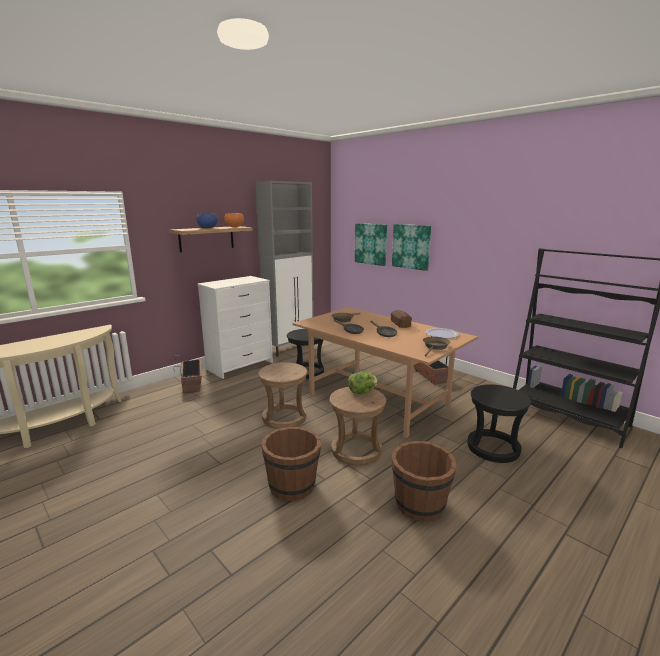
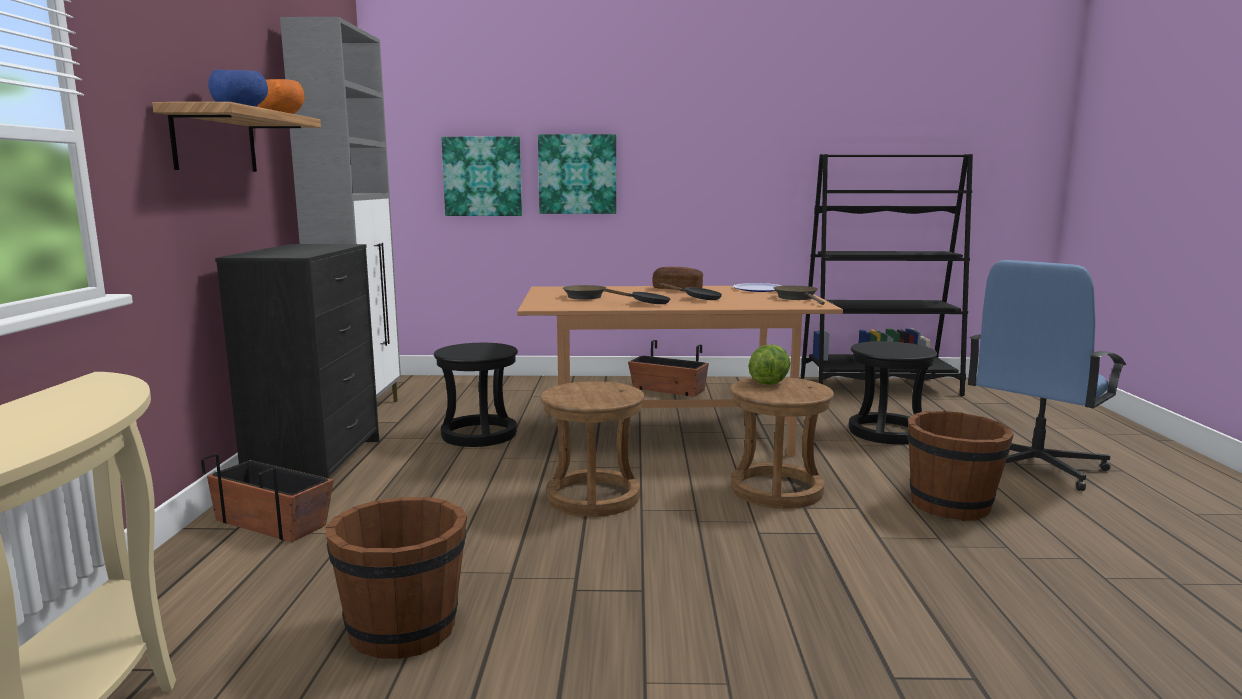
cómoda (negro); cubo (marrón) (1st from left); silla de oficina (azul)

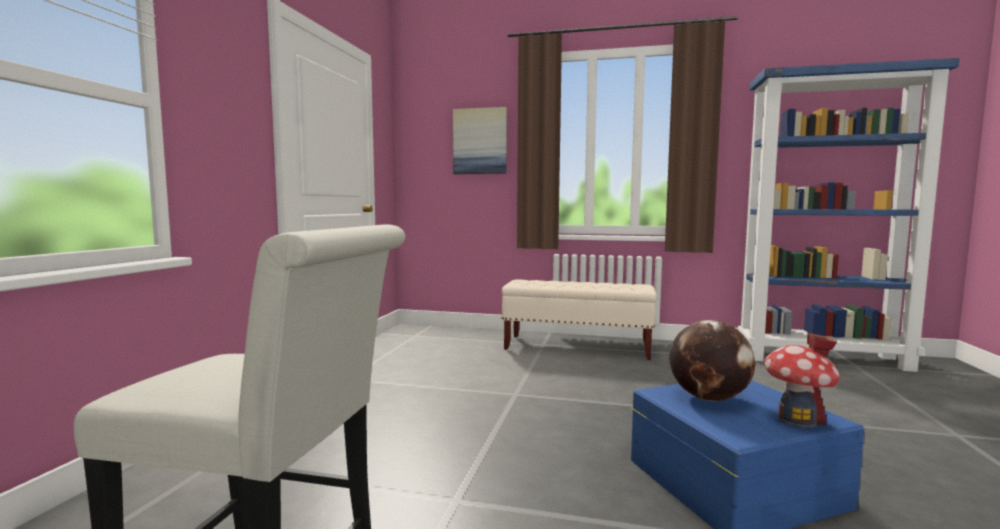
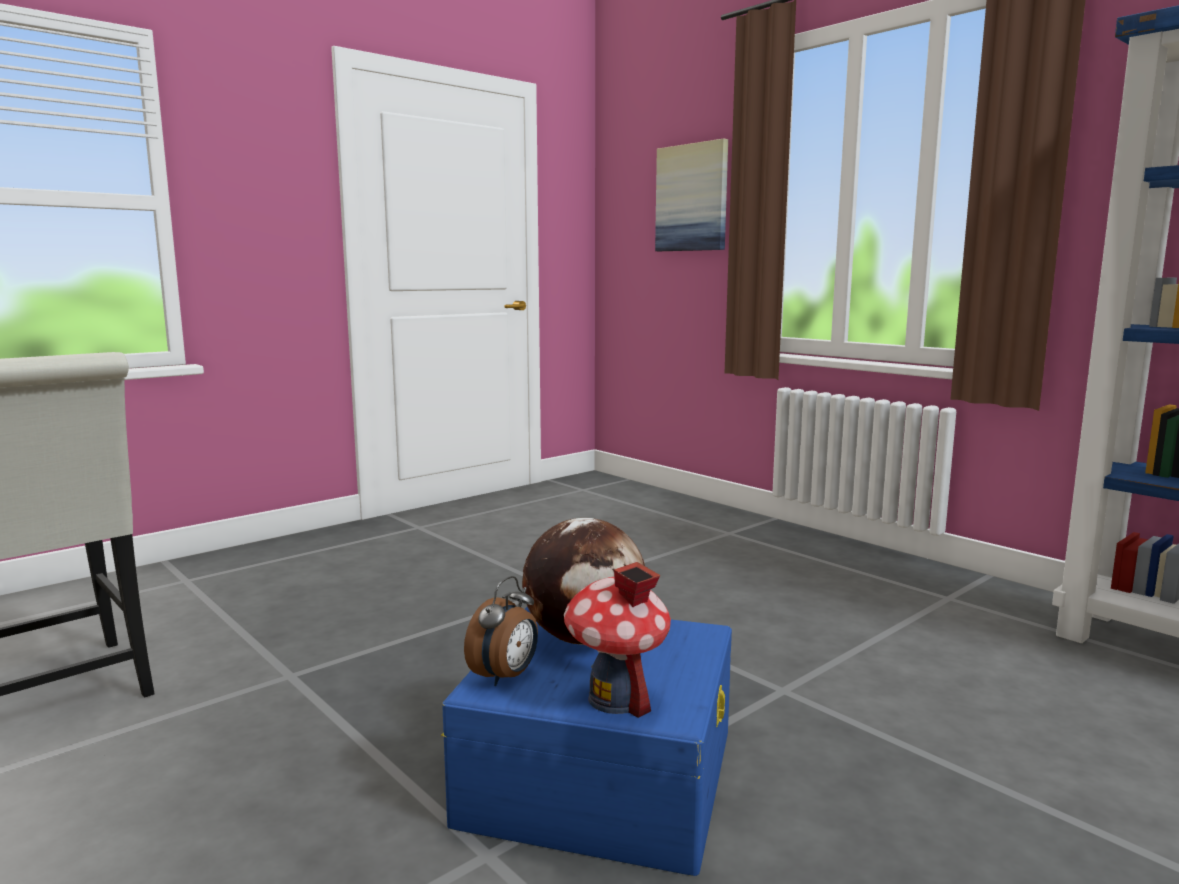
despertador; banco (beis)

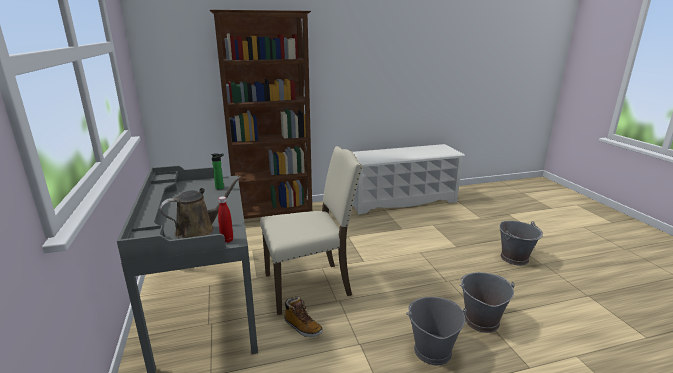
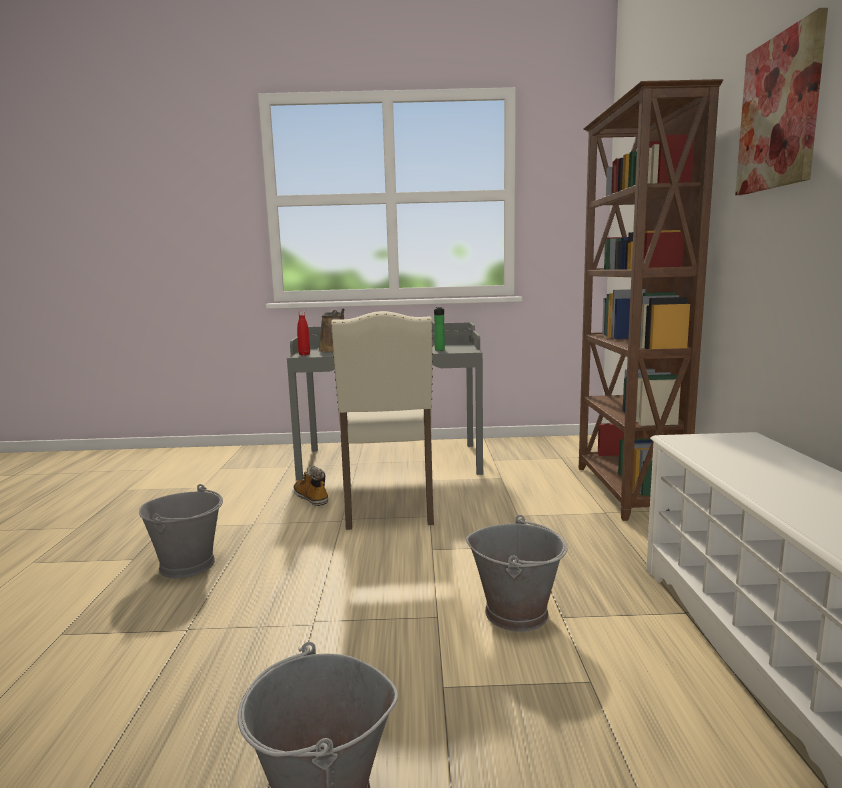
bota; cubo (gris) (3rd from left); cuadro

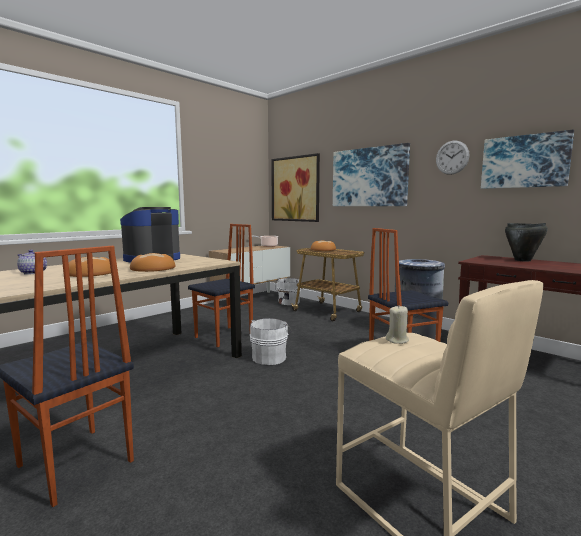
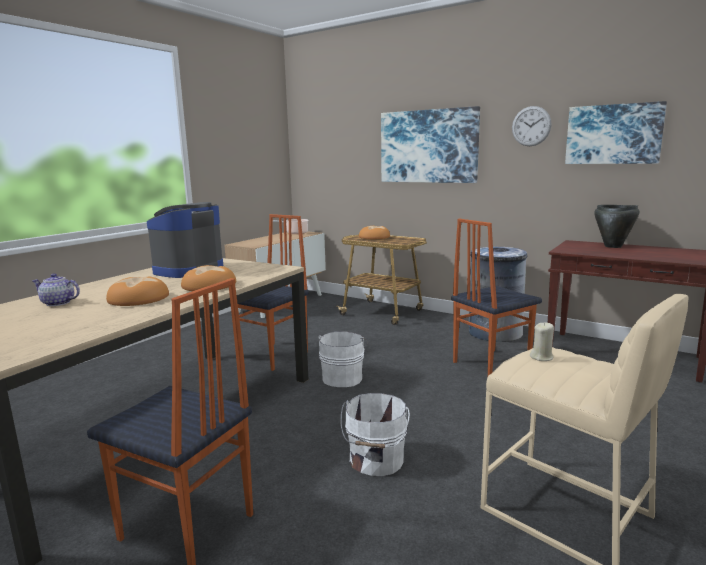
cubo (blanco) (2nd from left); cuadro (1st from left in the first image)

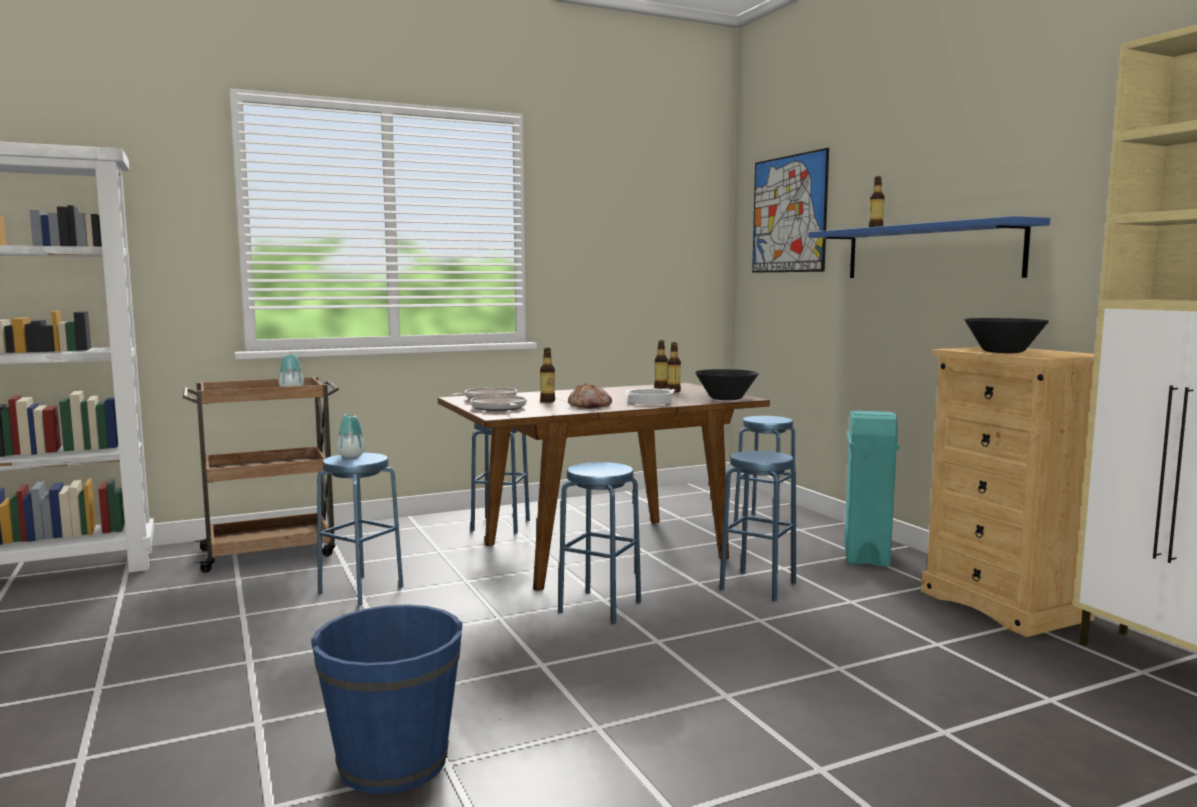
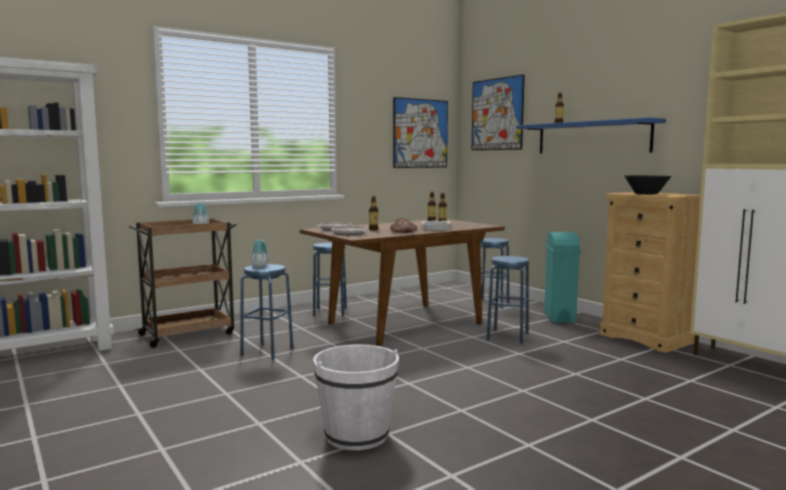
cubo (blanco); cuadro (1st from left); taburete (azul) (3rd from left in the first image); cuenco (negro) (1st from left in the first image)

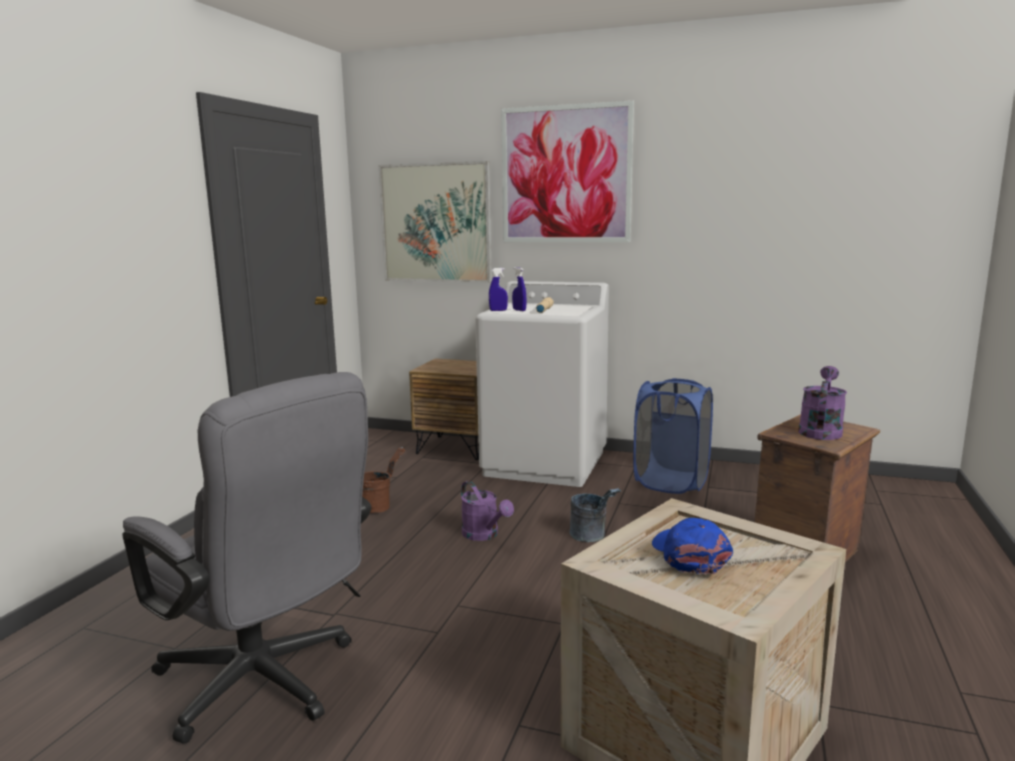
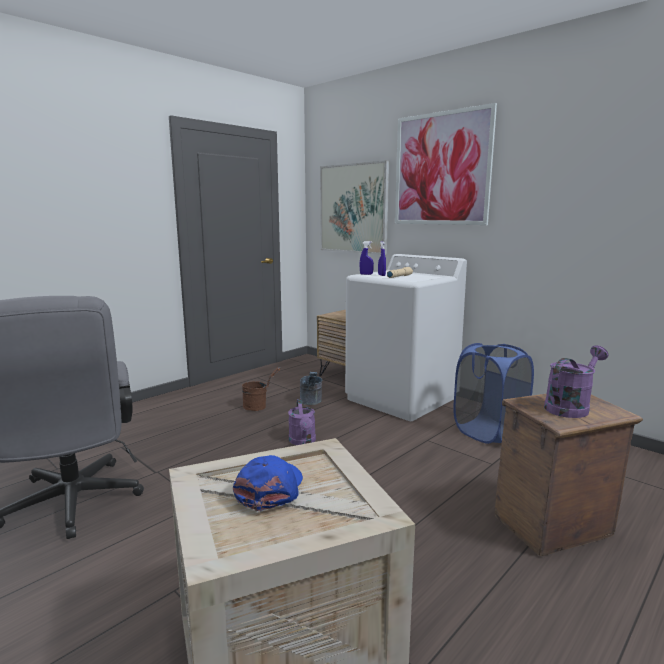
cubo (gris)

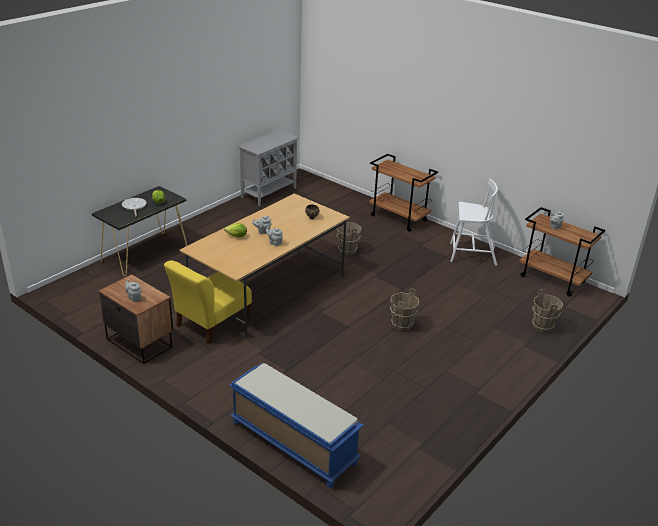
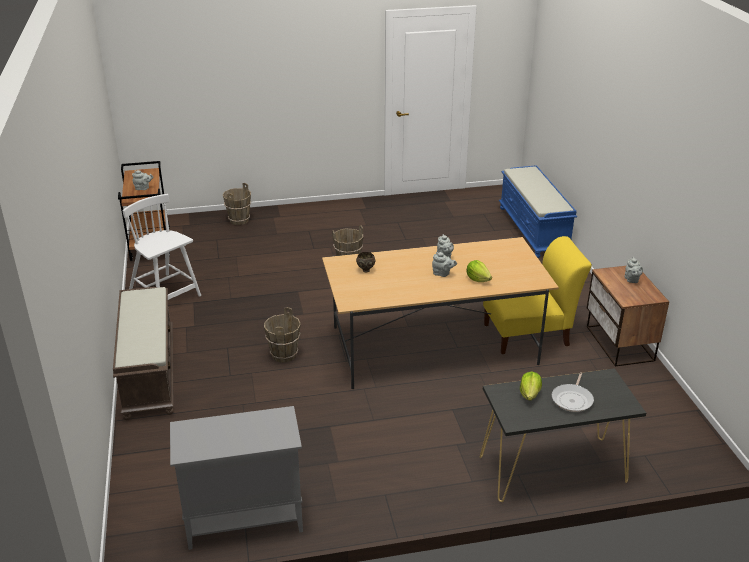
banco (marrón)

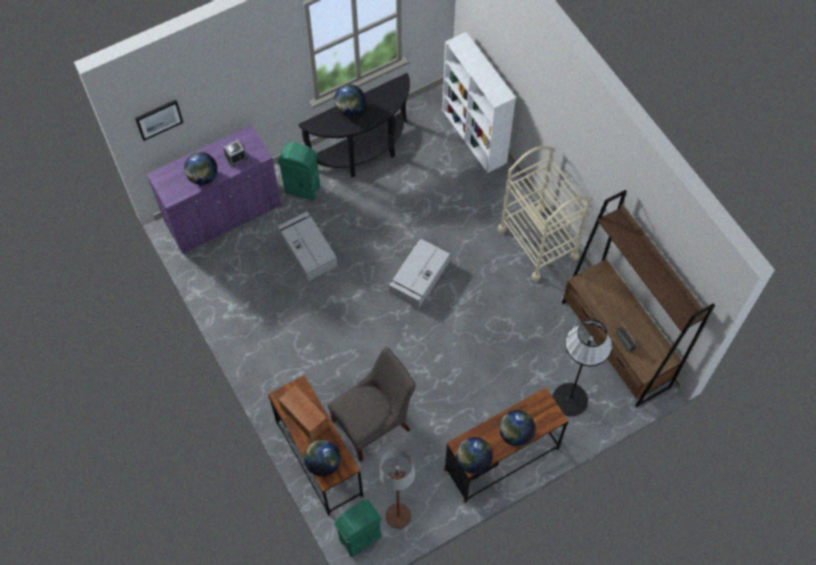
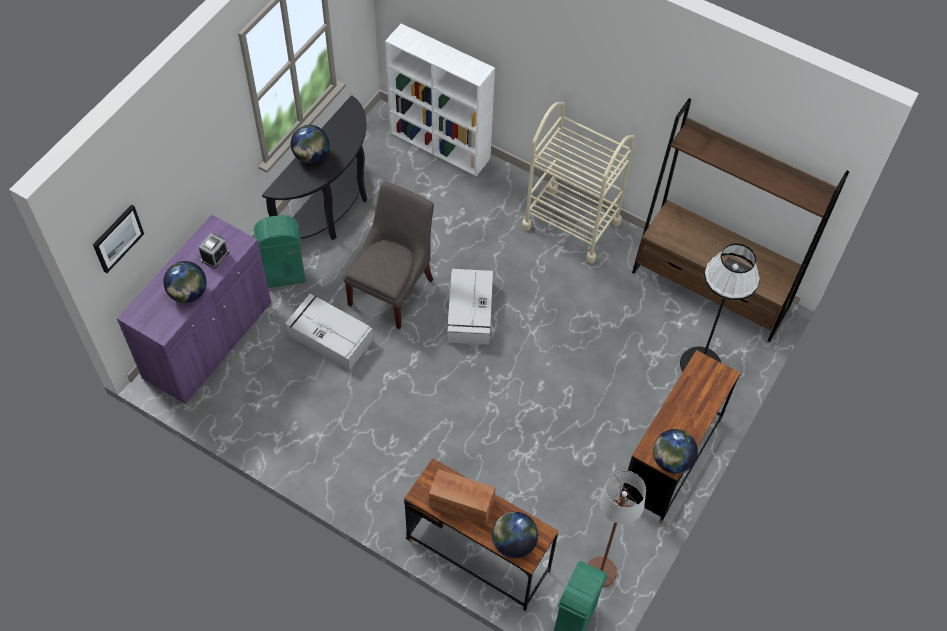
silla (gris); globo terráqueo (5th from left in the first image)

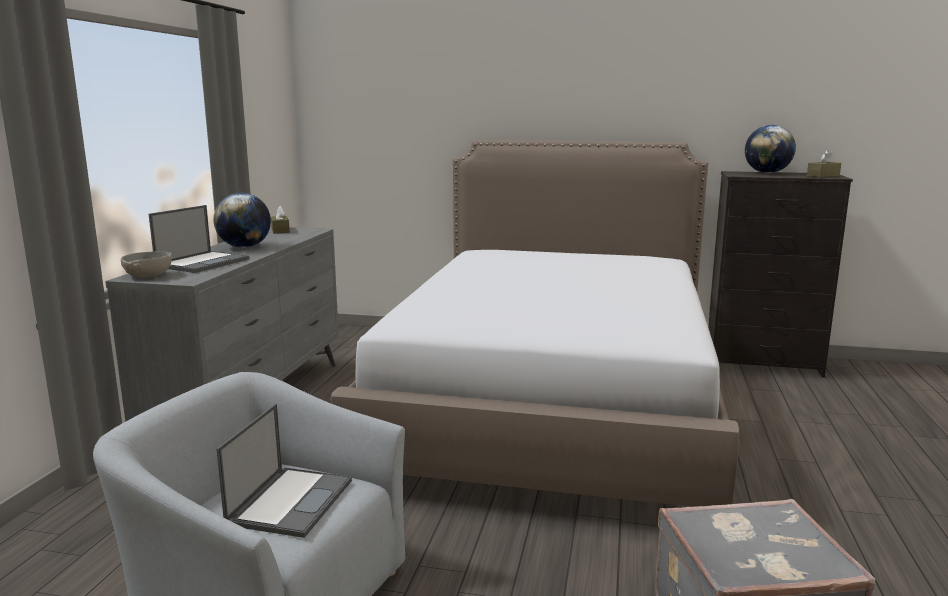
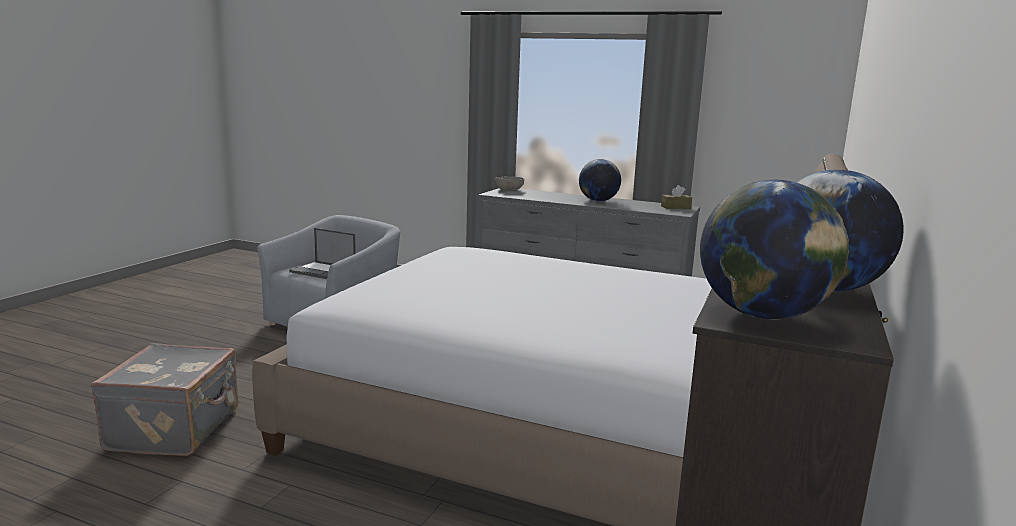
globo terráqueo (2nd from left); portátil (1st from left in the first image)

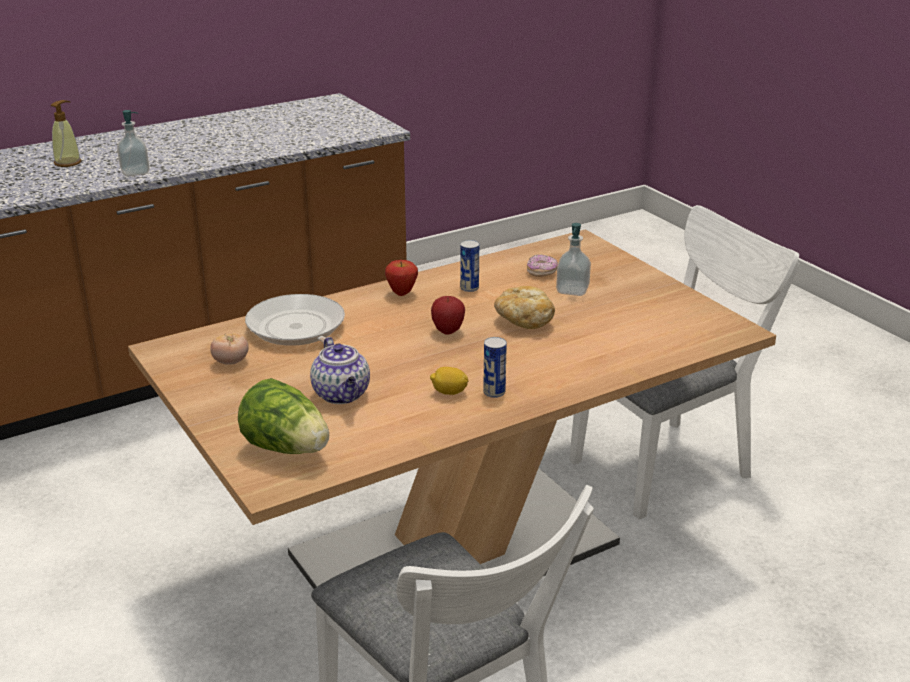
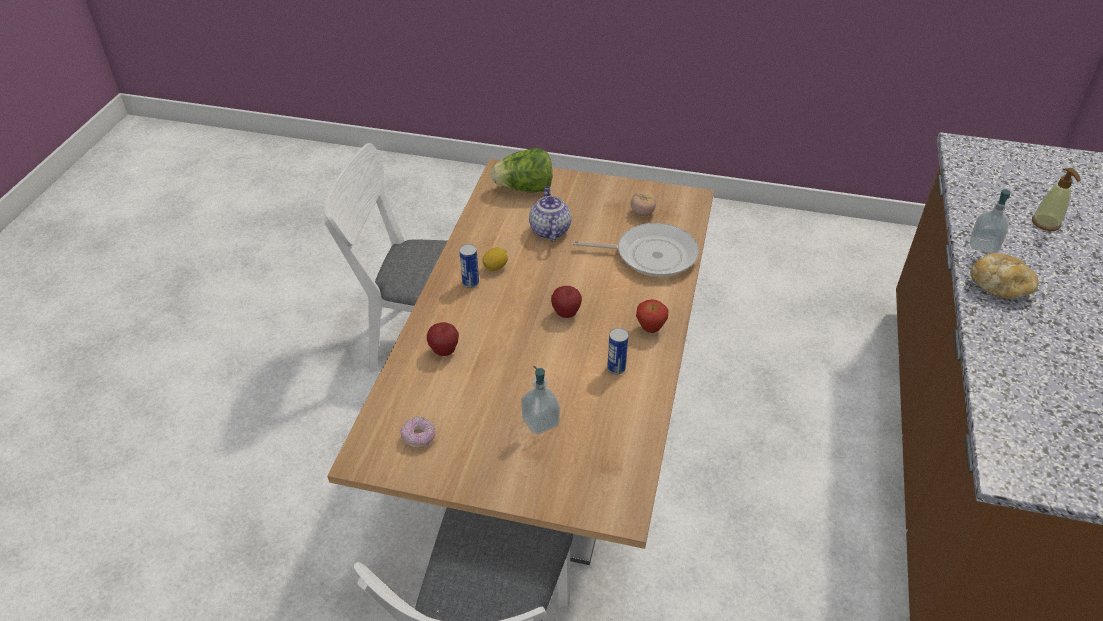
rosquilla; manzana (1st from left); tetera; pan

